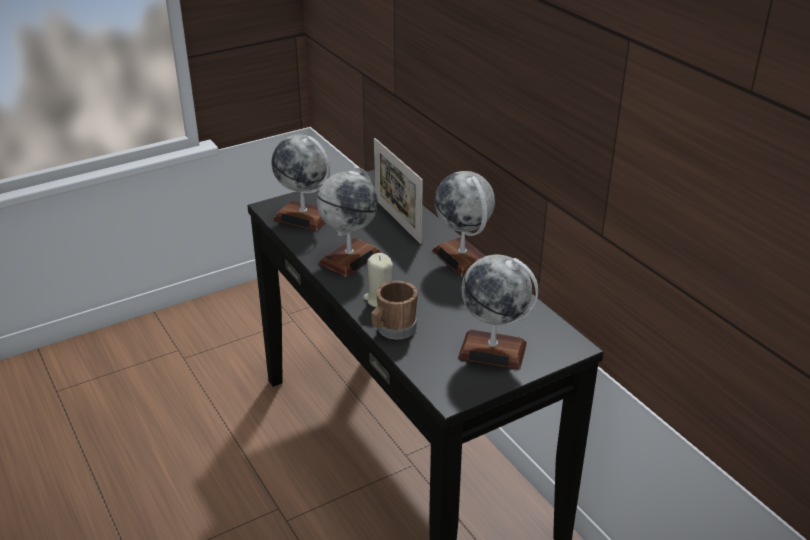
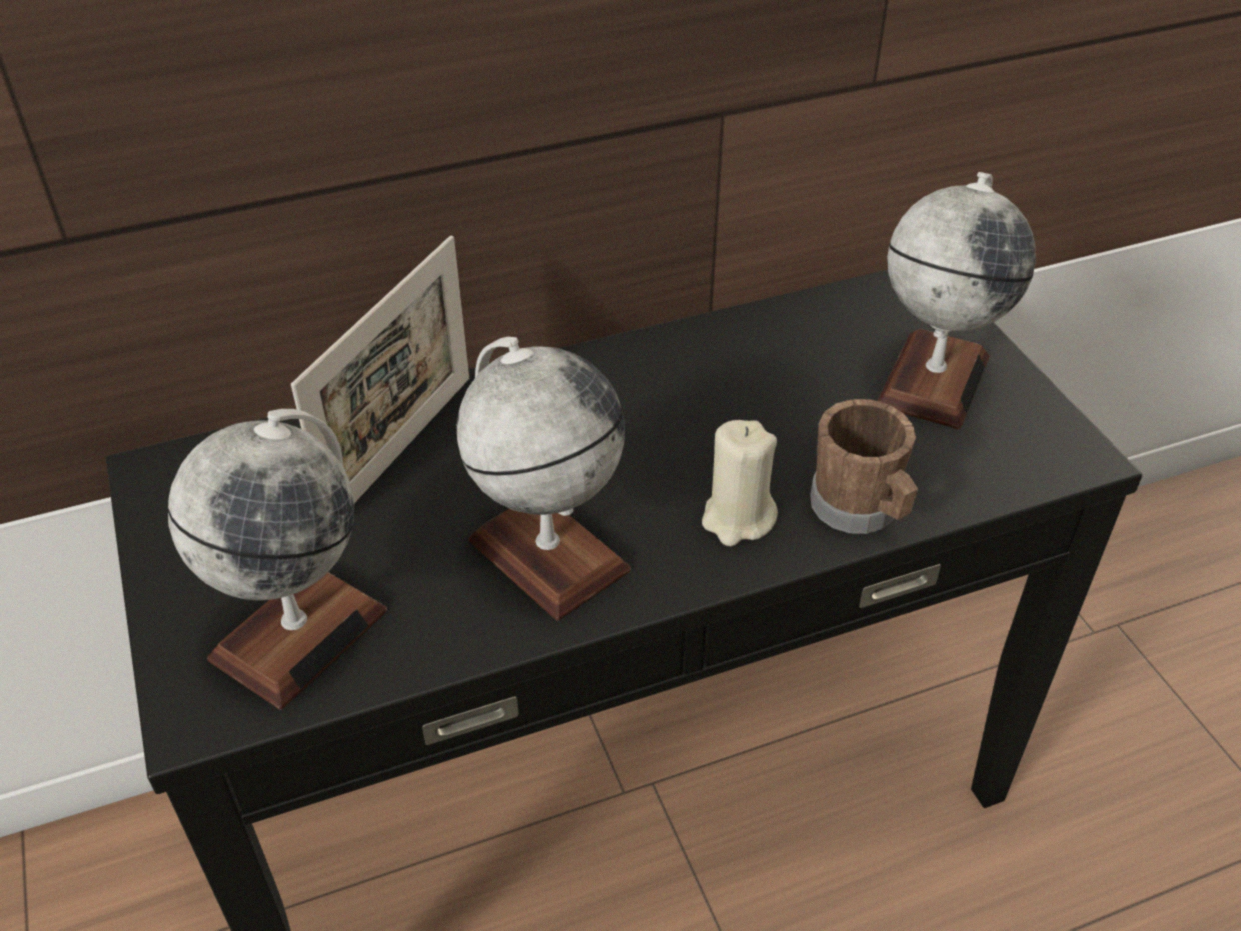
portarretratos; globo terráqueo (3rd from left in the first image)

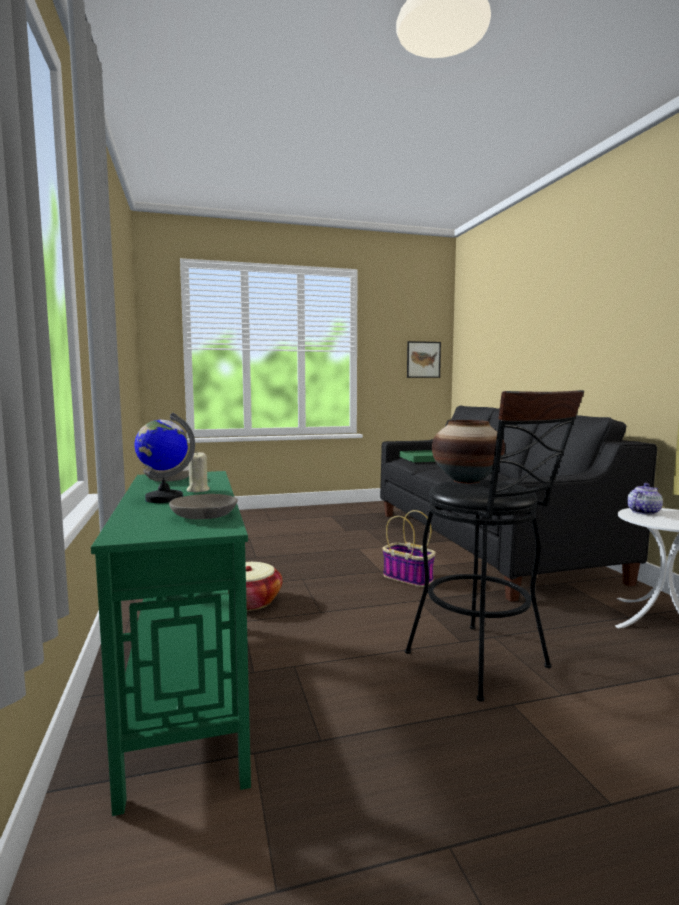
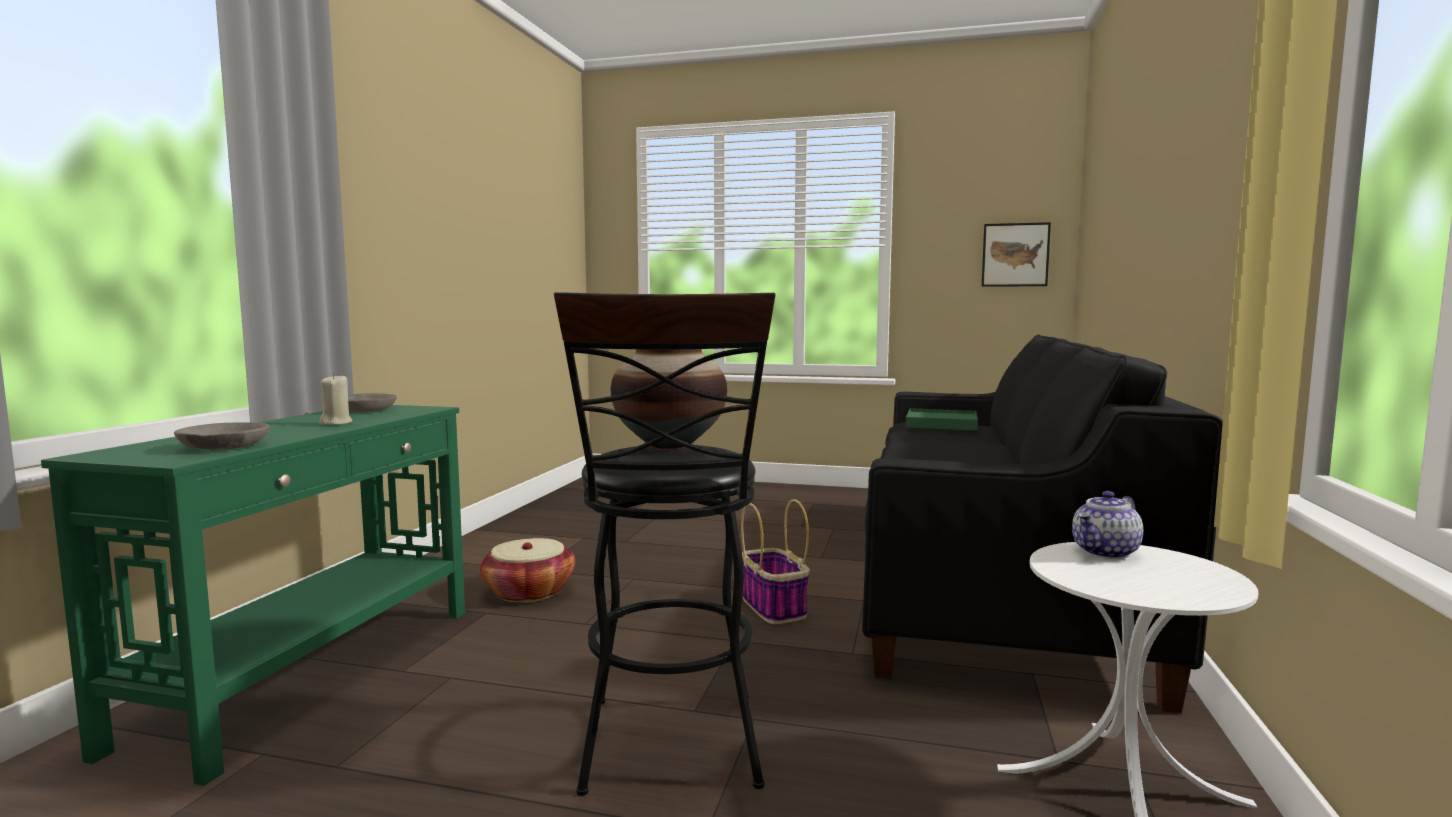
tetera; globo terráqueo

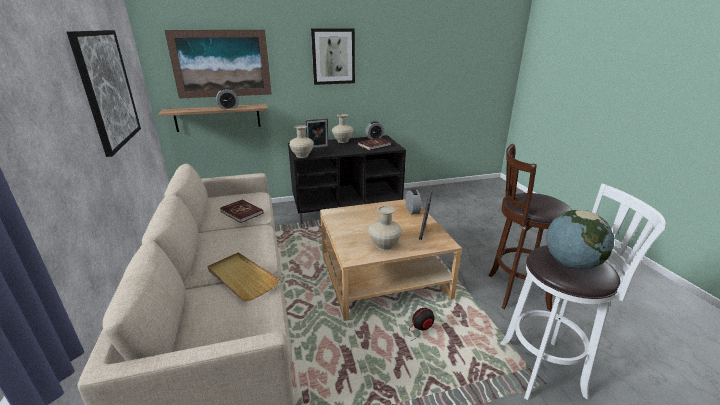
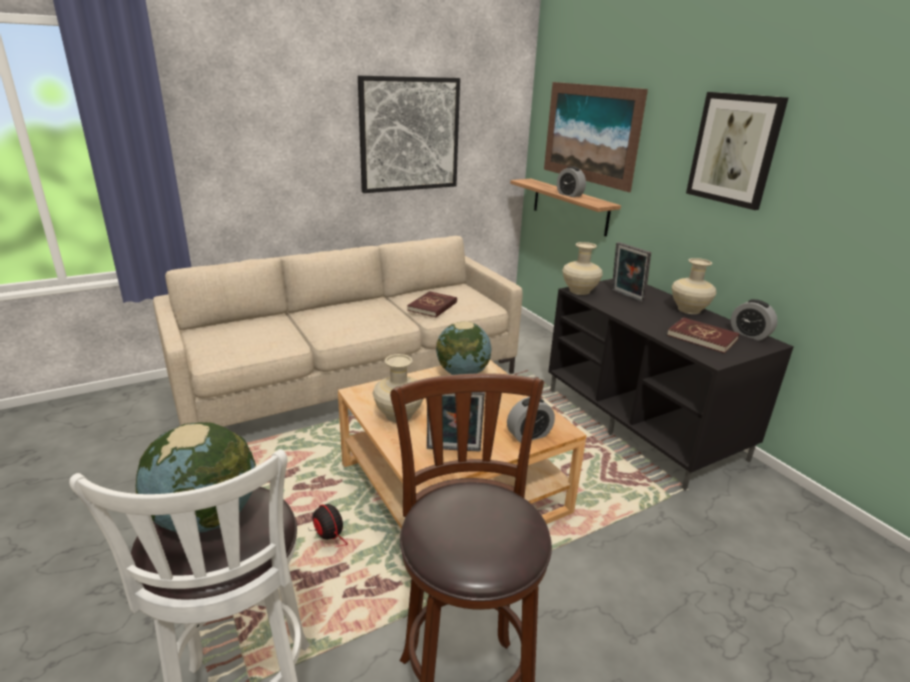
globo terráqueo (2nd from left); bandeja (beis)

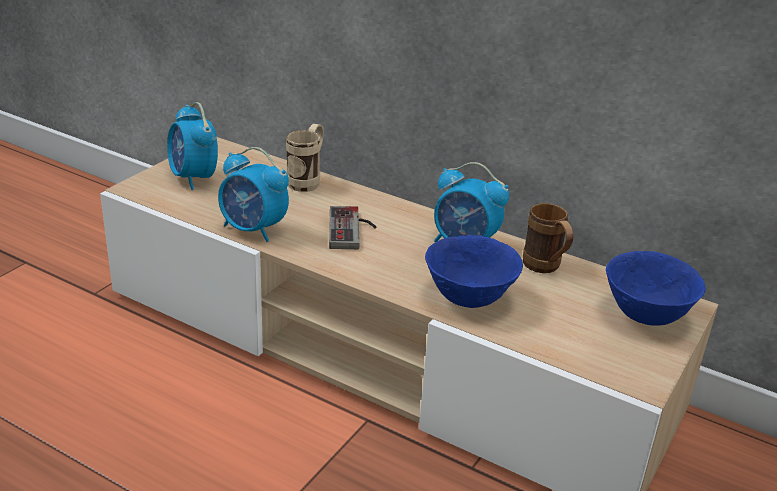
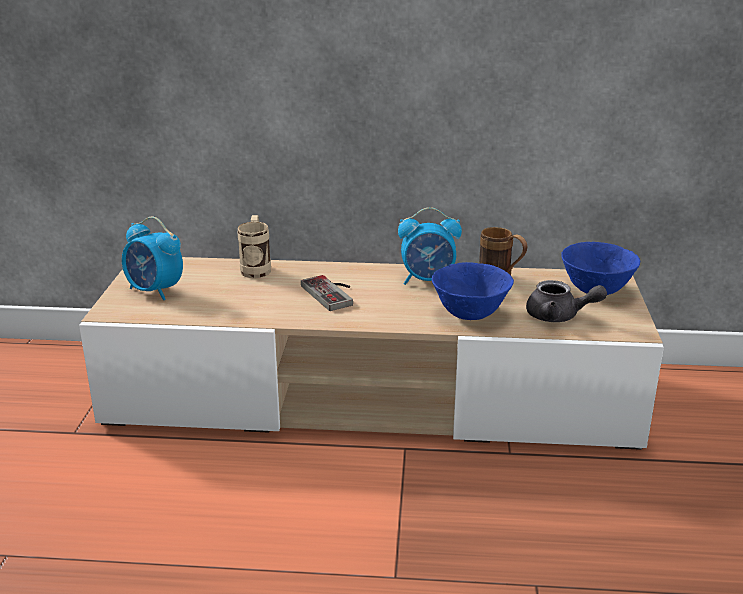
tetera (gris); despertador (2nd from left in the first image)

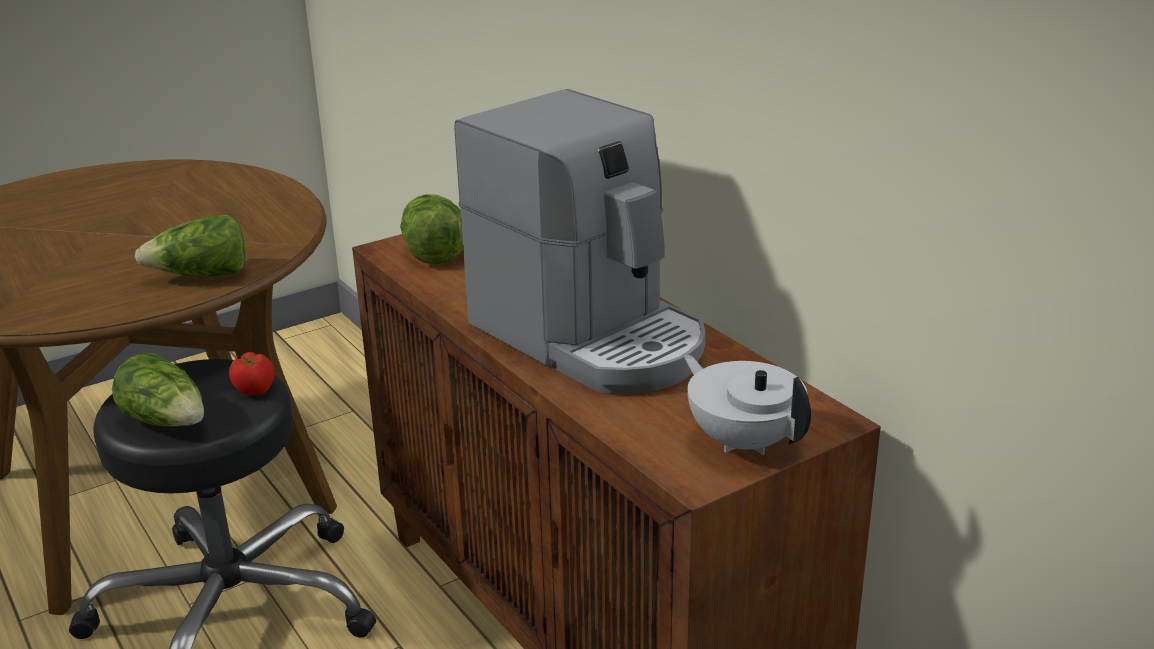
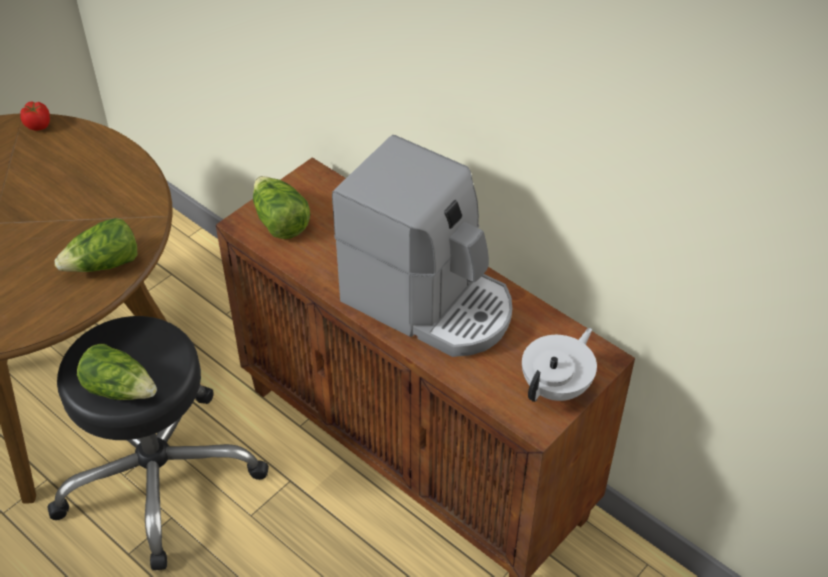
tomate; tetera (blanco)

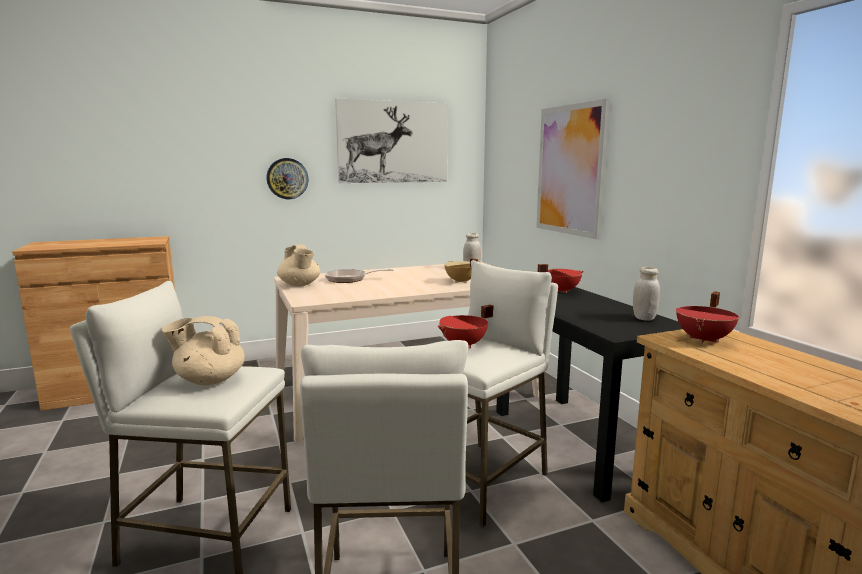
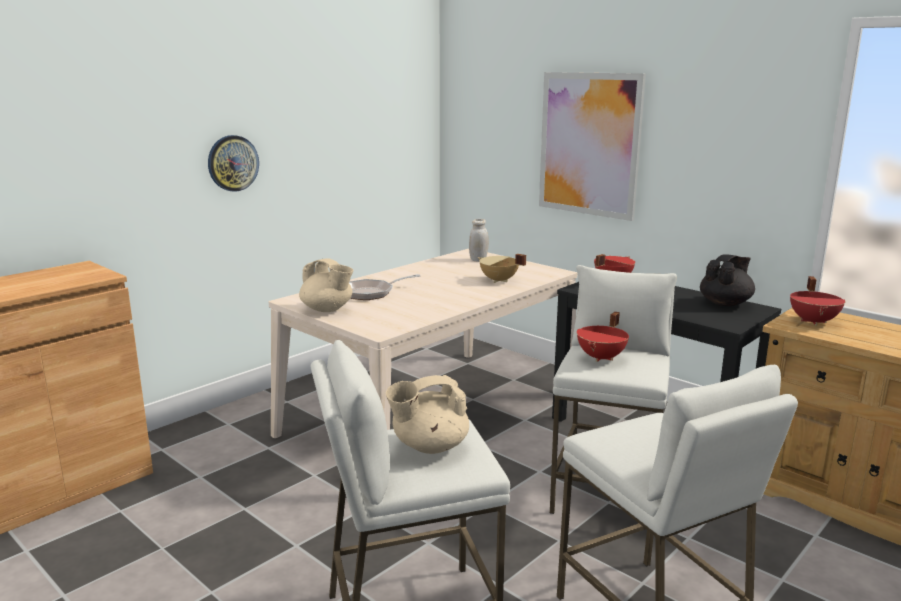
tetera (negro); cuadro (1st from left in the first image)

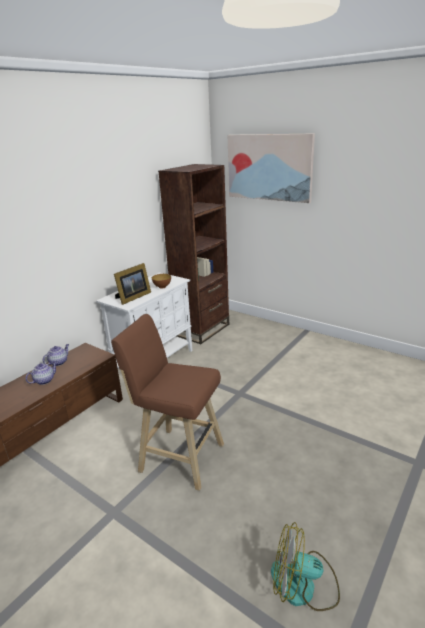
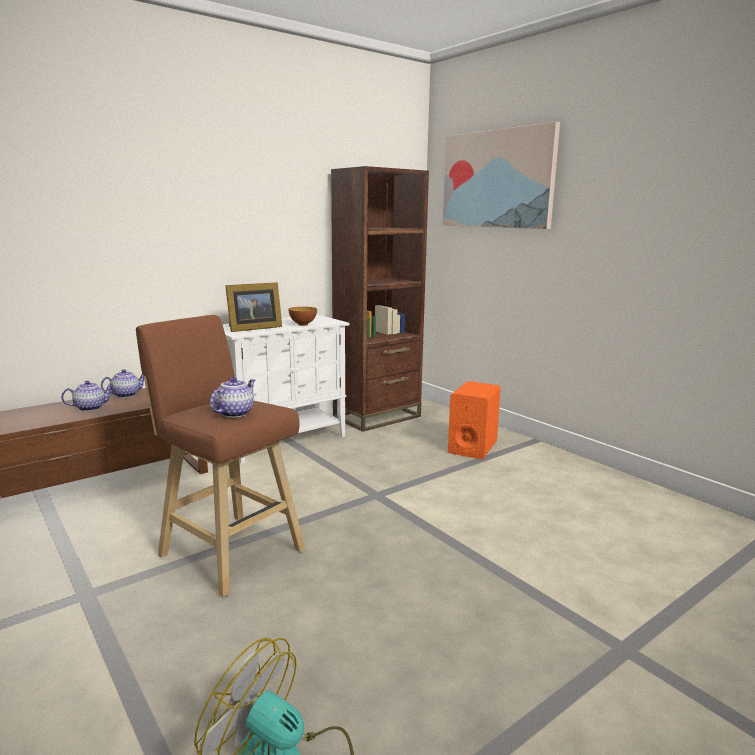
tetera (3rd from left); altavoz (naranja)

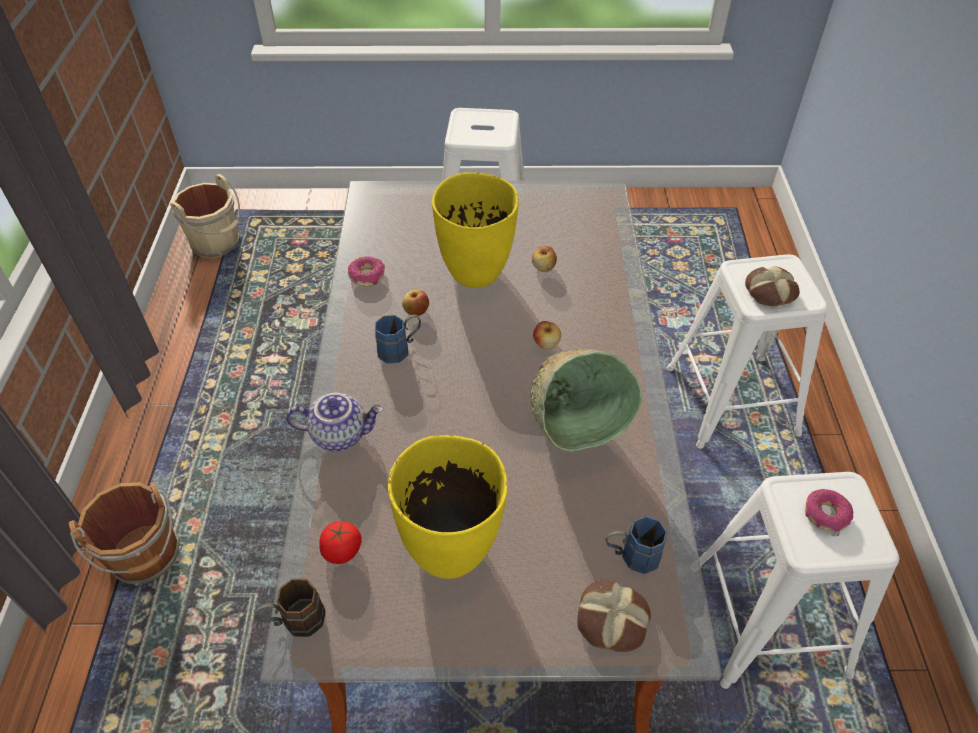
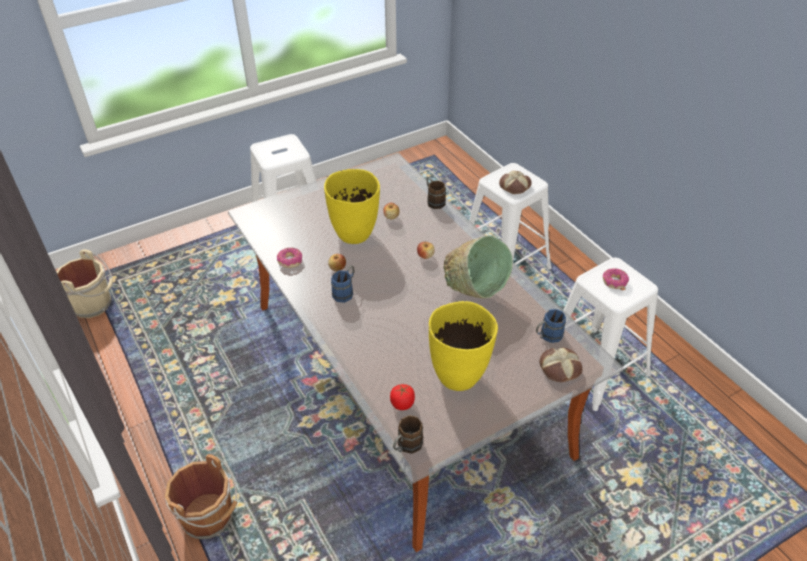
taza grande (marrón) (2nd from left); tetera

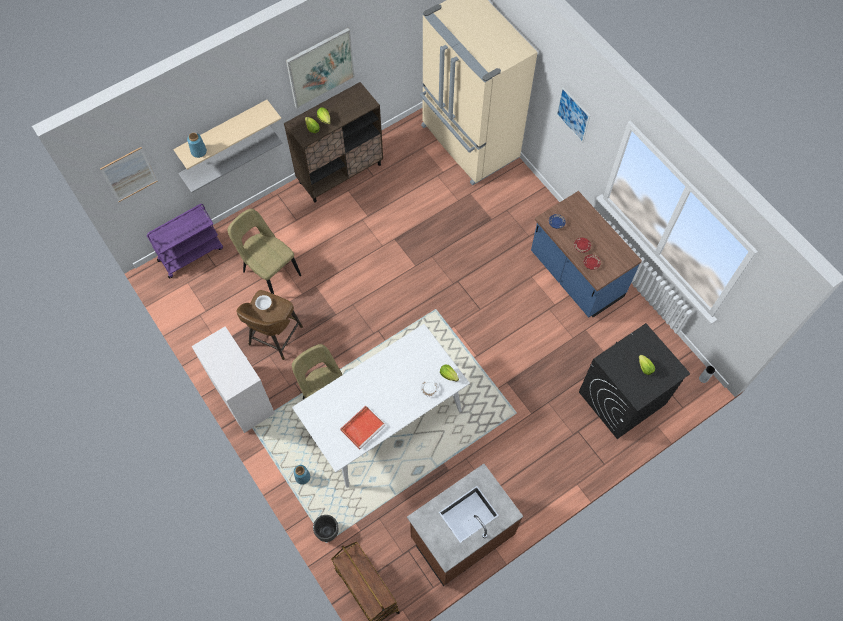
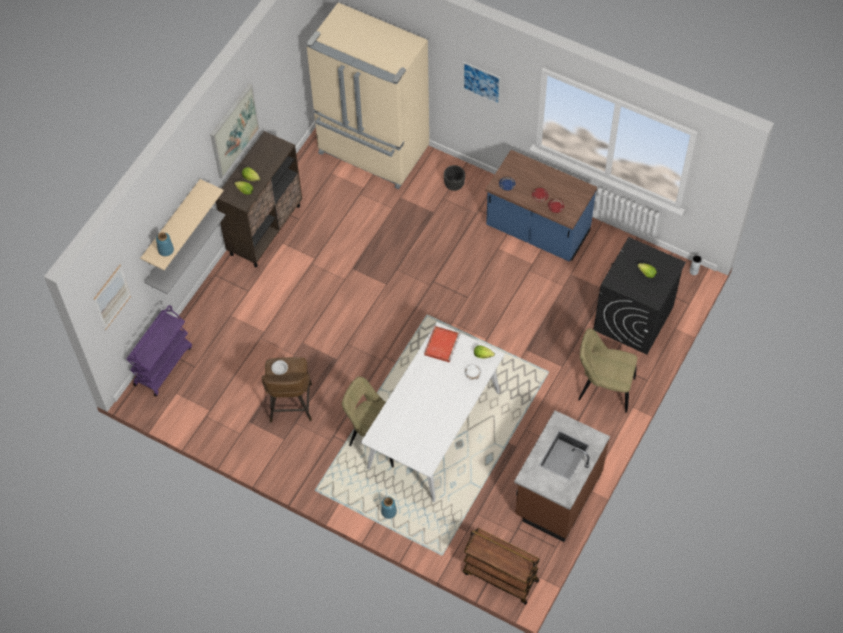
bandeja (rojo); maceta (negro); silla (beis) (2nd from left); cómoda (blanco)

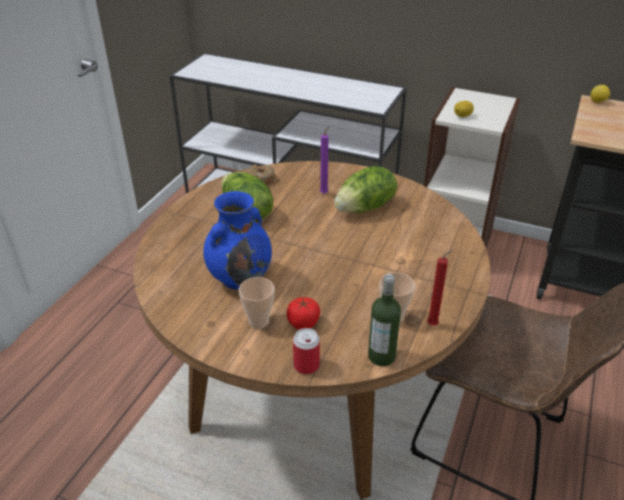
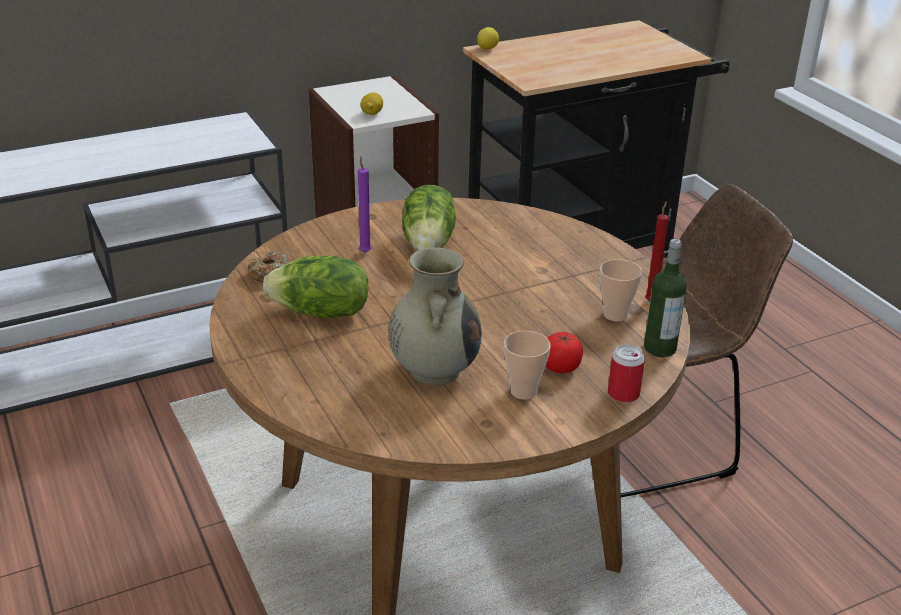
florero (beis)

